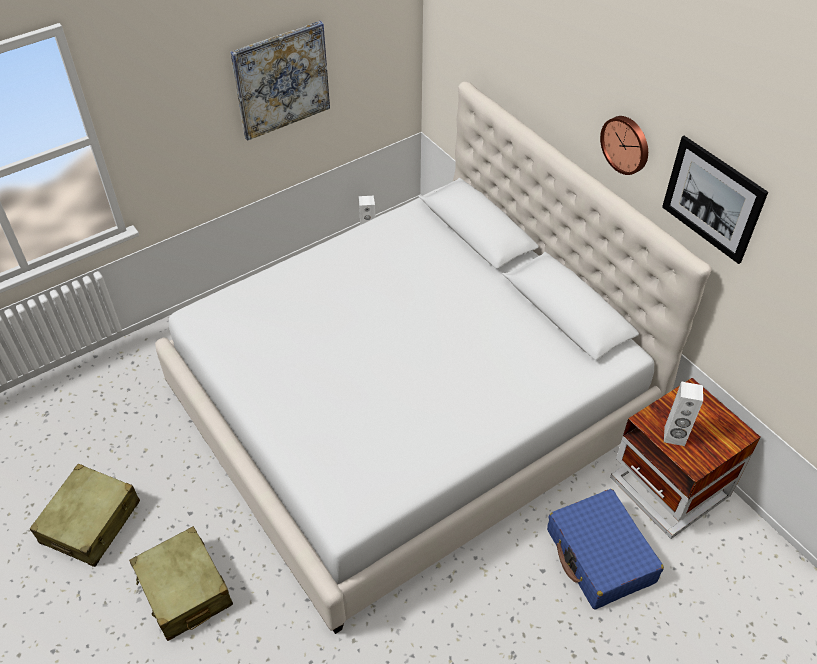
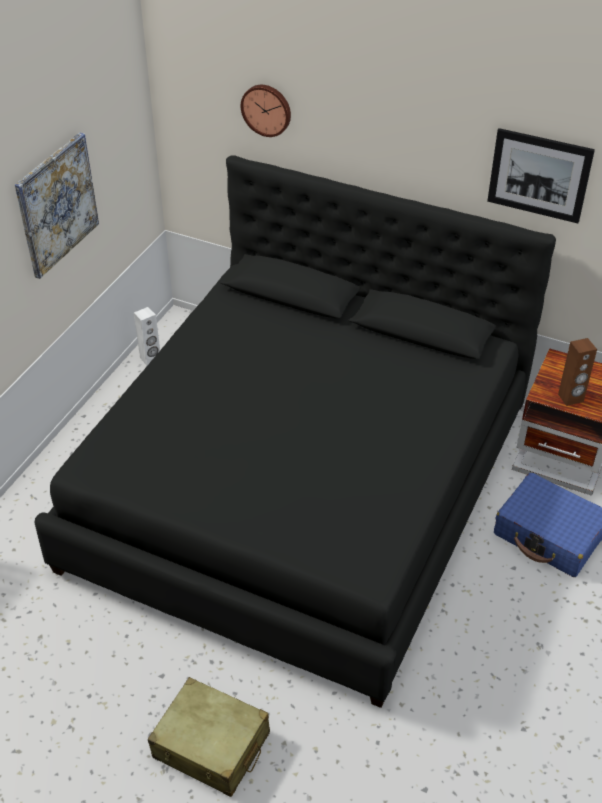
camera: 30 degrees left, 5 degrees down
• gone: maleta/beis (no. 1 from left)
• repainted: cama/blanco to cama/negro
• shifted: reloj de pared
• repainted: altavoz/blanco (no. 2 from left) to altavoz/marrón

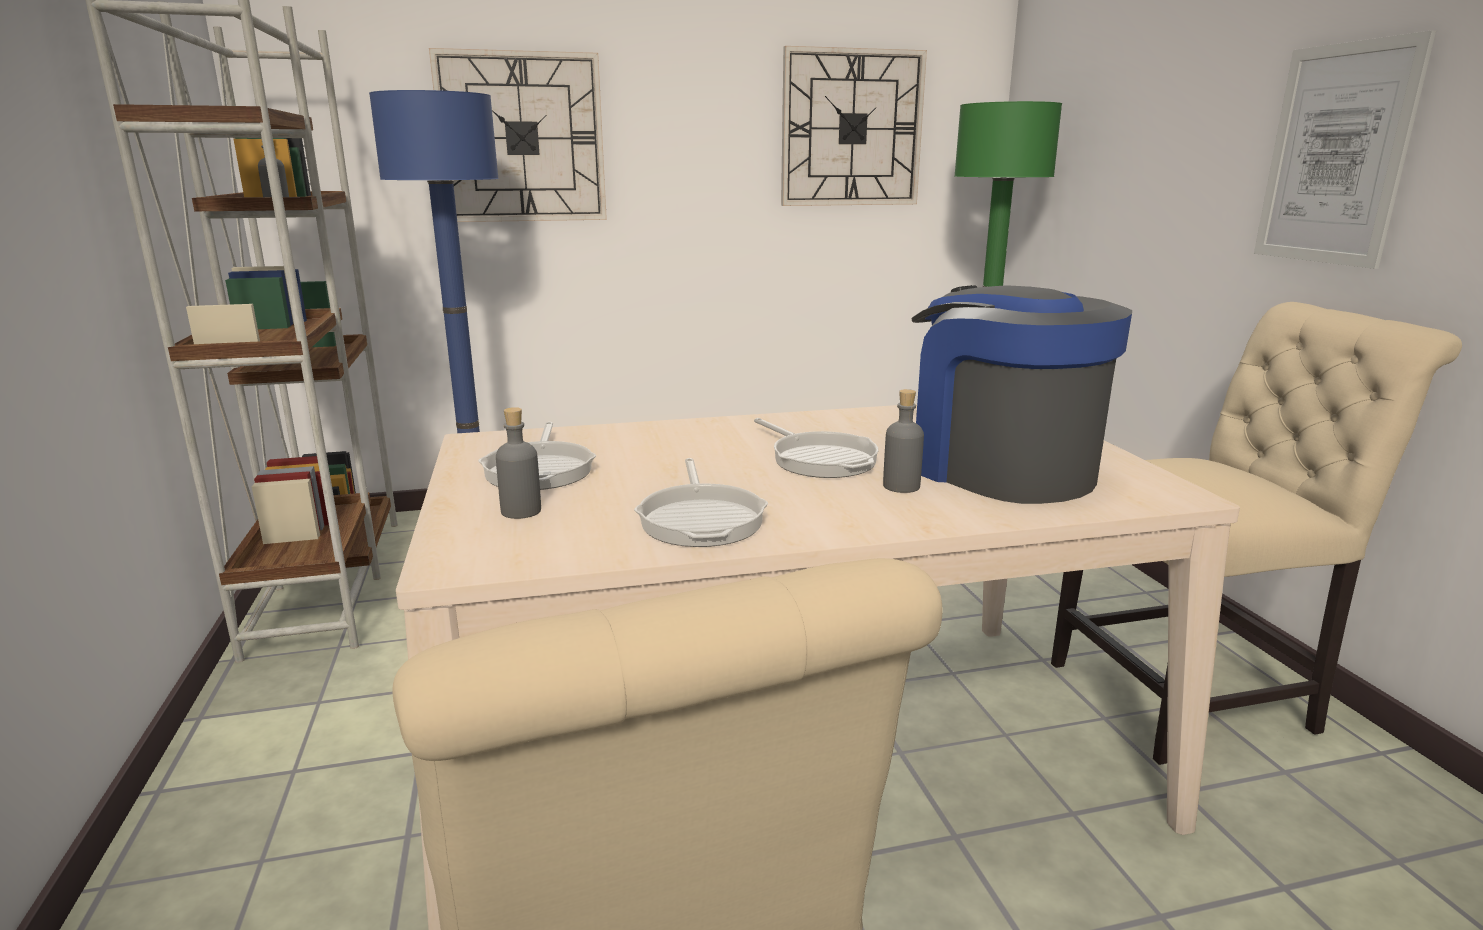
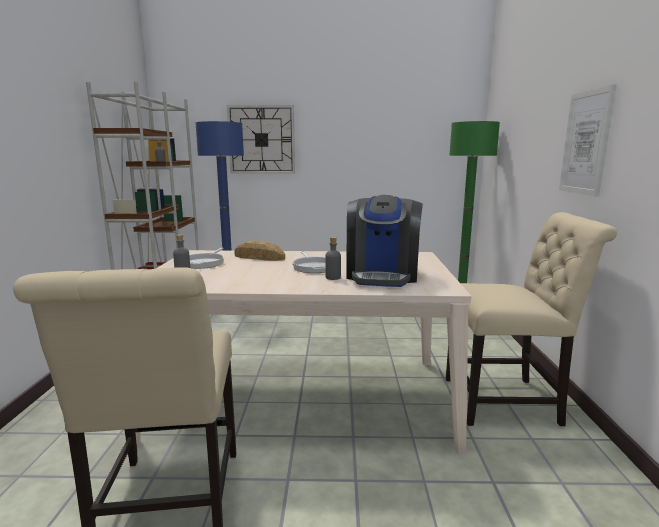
camera: 15 degrees right, 5 degrees down
• gone: sartén (no. 2 from left)
• gone: reloj de pared (no. 2 from left)
• rotated: cafetera 150 degrees counterclockwise
• new: pan

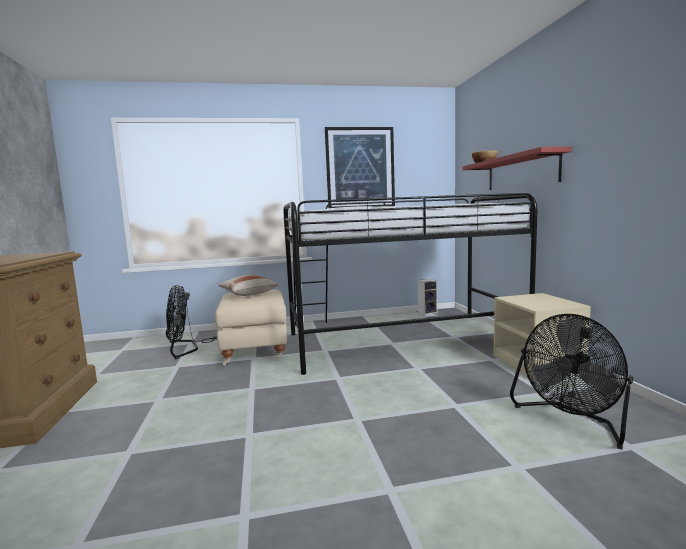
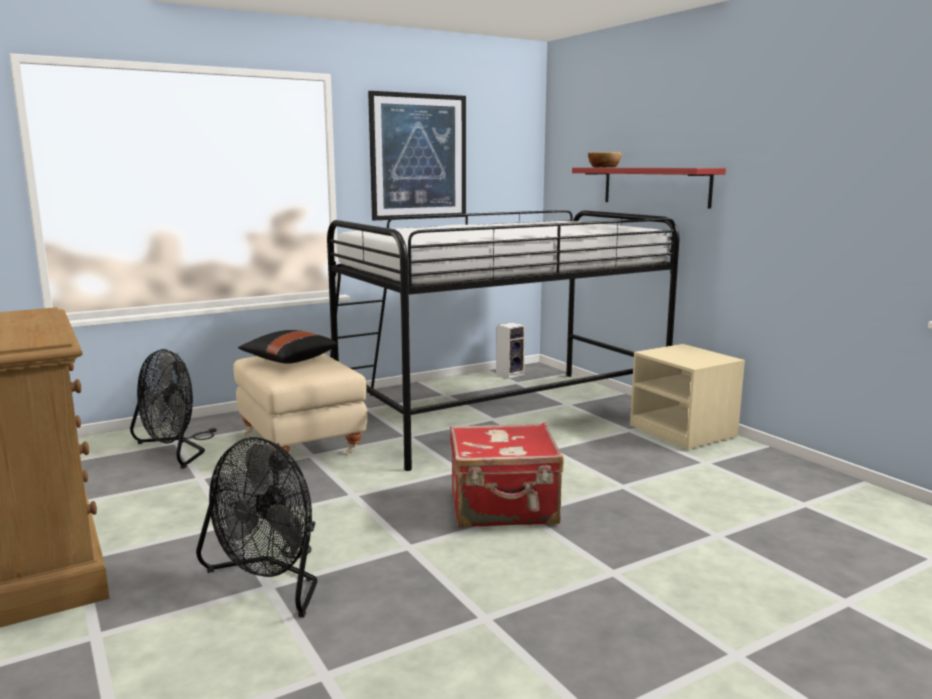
camera: 20 degrees left, 5 degrees up
• repainted: cojín/beis to cojín/negro
• shifted: ventilador/negro (no. 2 from left)
• new: maleta/rojo

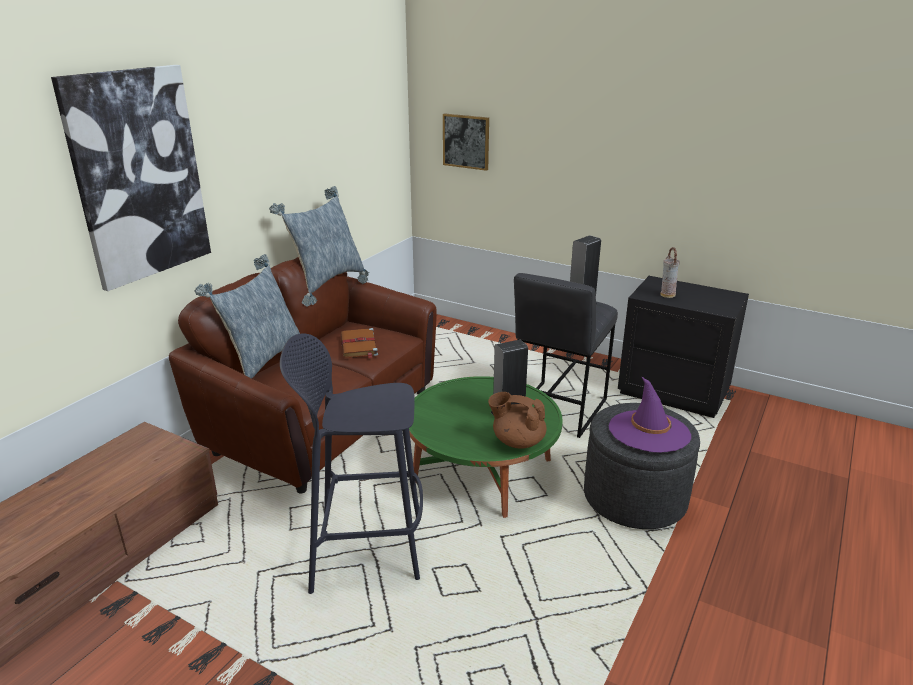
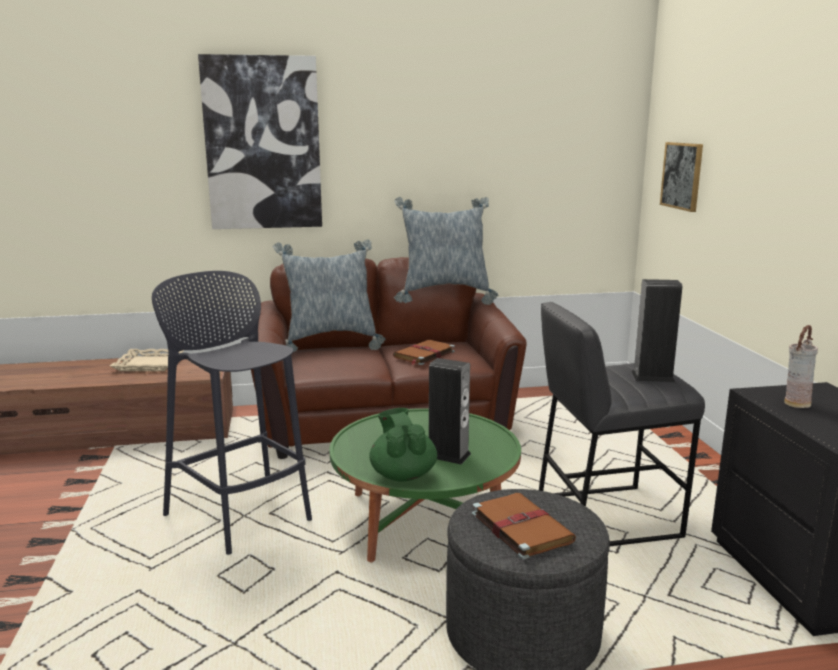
camera: 50 degrees right, 10 degrees down
• repainted: tetera/marrón to tetera/verde
• swapped: sombrero/morado to libro/marrón (no. 2 from left)
• new: bandeja/beis

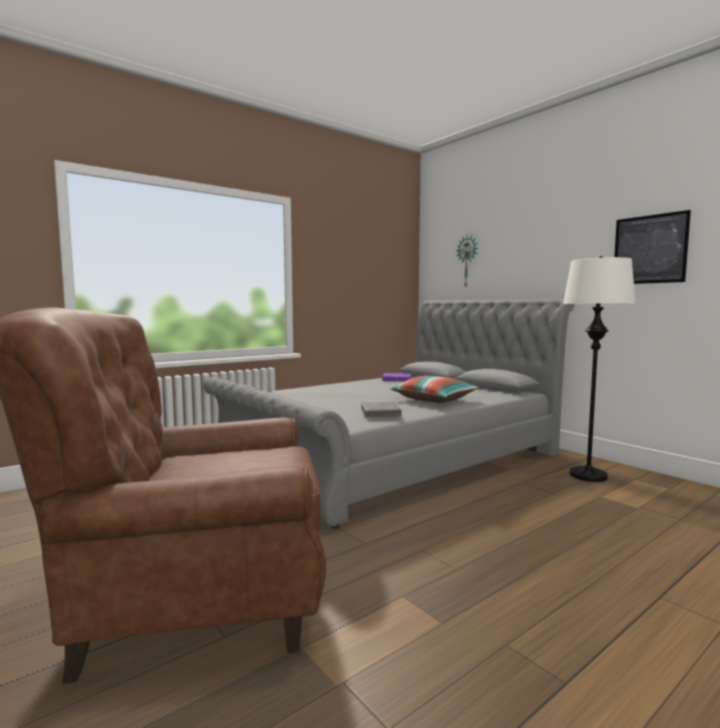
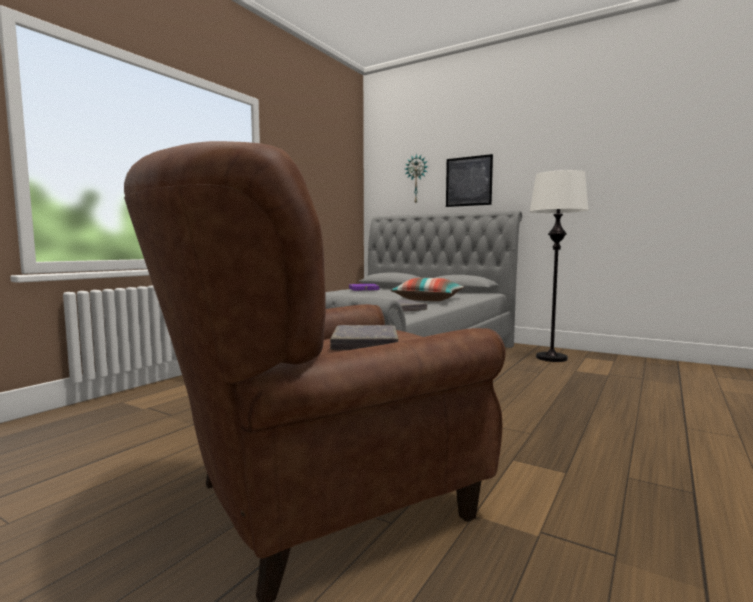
camera: 20 degrees left, 0 degrees up
• shifted: cuadro
• new: libro/gris (no. 1 from left)

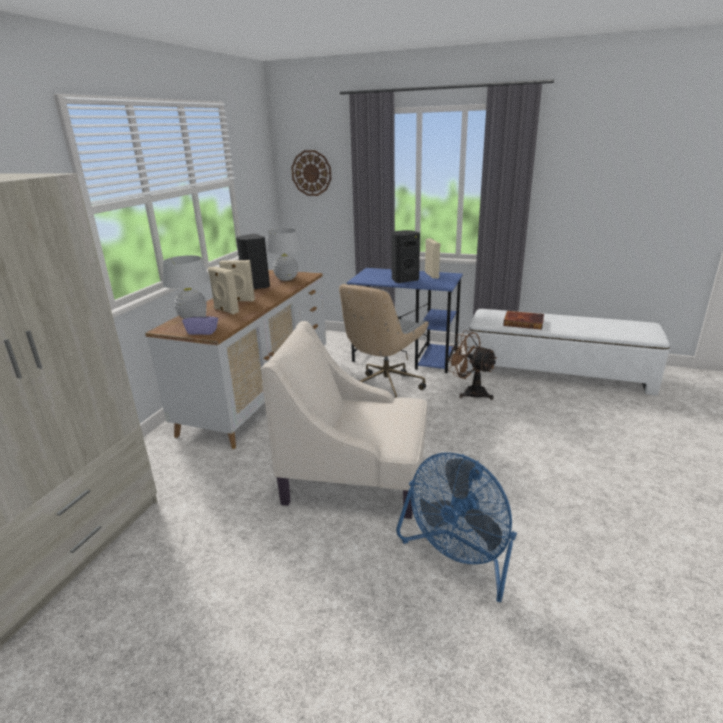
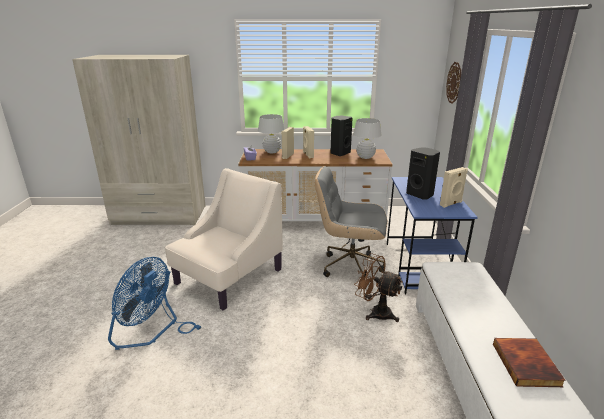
camera: 70 degrees right, 0 degrees up
• rotated: sillón/beis 45 degrees clockwise
• rotated: ventilador/marrón 75 degrees counterclockwise
• shifted: libro

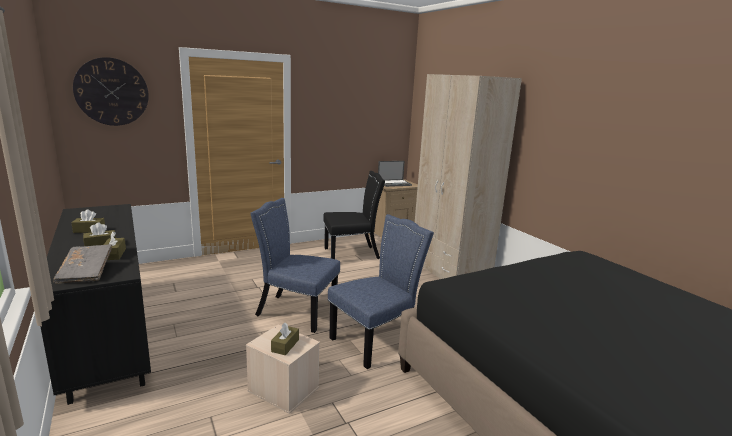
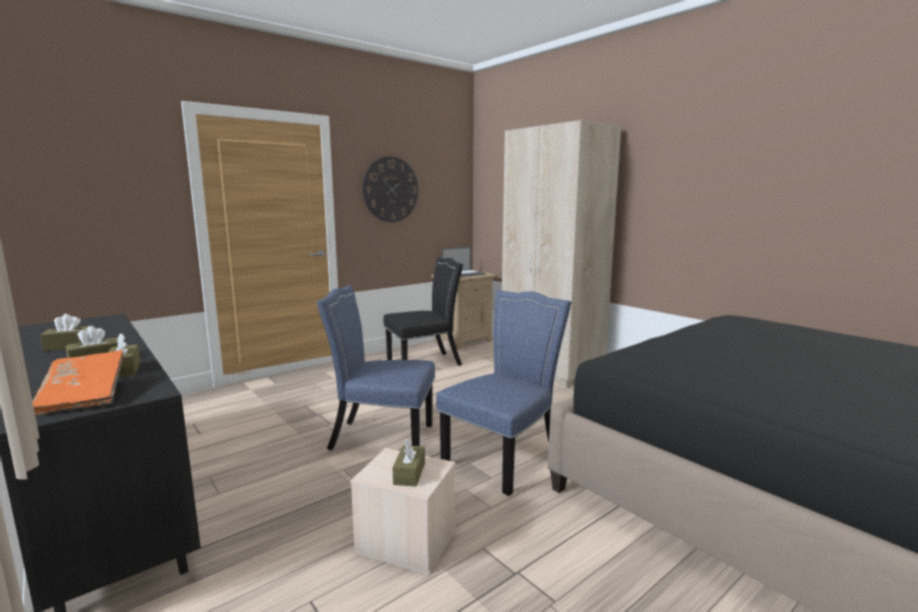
camera: 10 degrees left, 5 degrees down
• repainted: libro/gris to libro/naranja
• shifted: reloj de pared

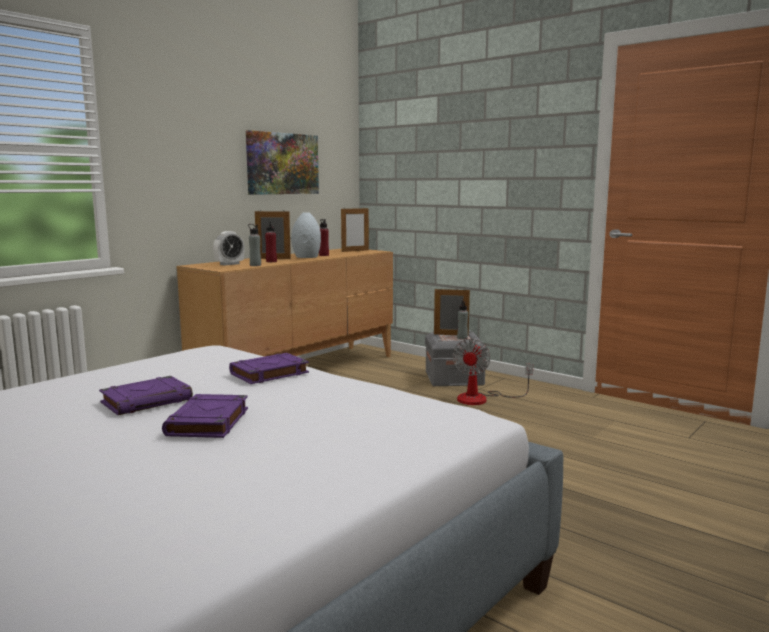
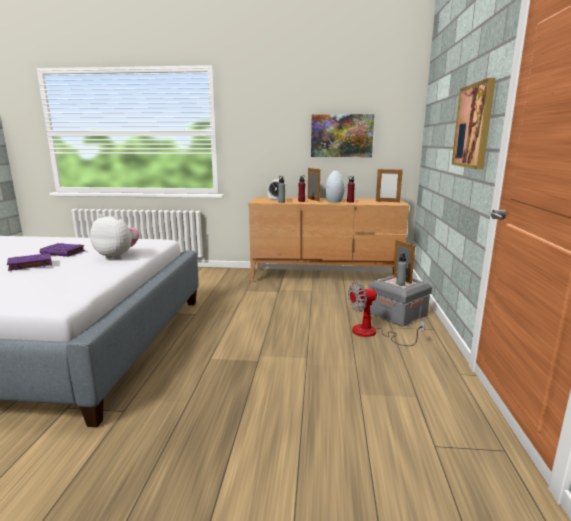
camera: 55 degrees right, 5 degrees up
• swapped: libro/morado (no. 3 from left) to peluche
• new: cuadro (no. 2 from left)

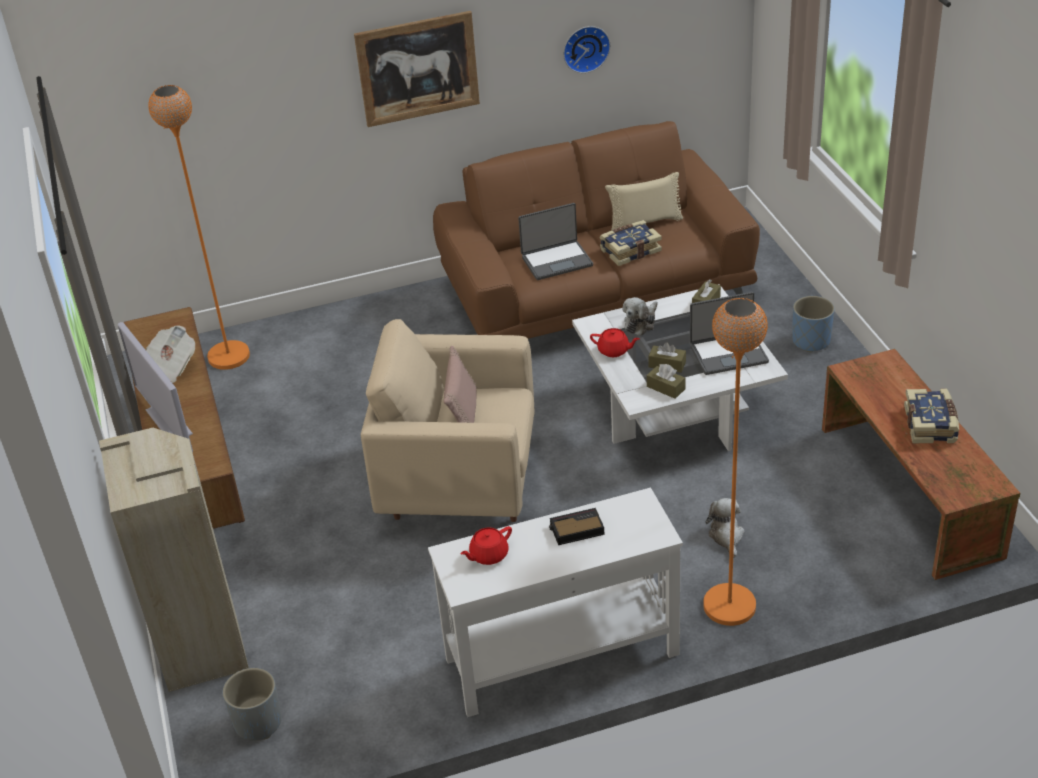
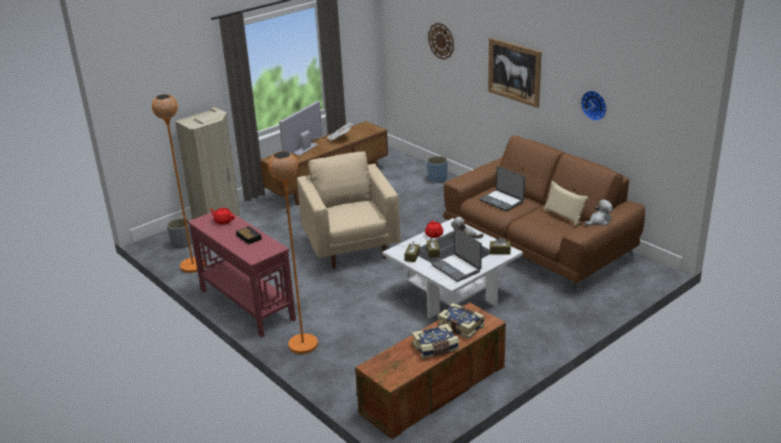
camera: 65 degrees right, 10 degrees down
• shifted: lámpara de pie/naranja (no. 1 from left)
• repainted: mesa consola/blanco to mesa consola/rojo
• gone: cojín/beis (no. 1 from left)
• shifted: libro (no. 1 from left in the first image) to libro (no. 2 from left)
• shifted: peluche (no. 2 from left)
• shifted: maceta/azul
• new: reloj de pared (no. 1 from left)

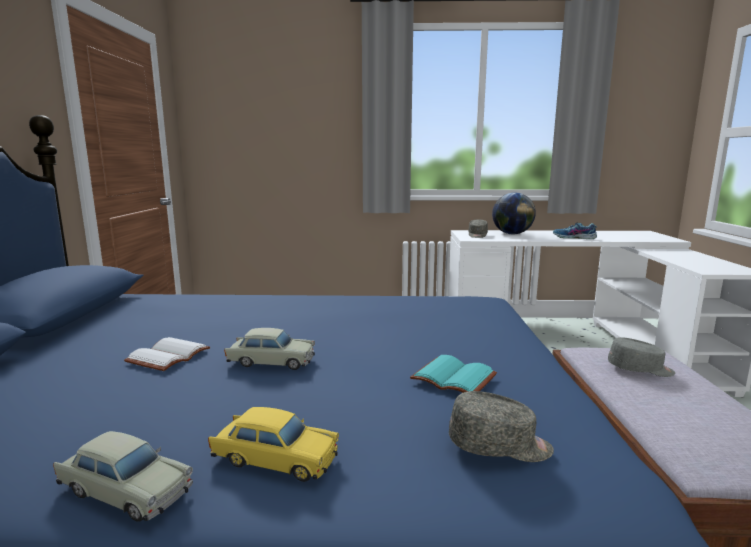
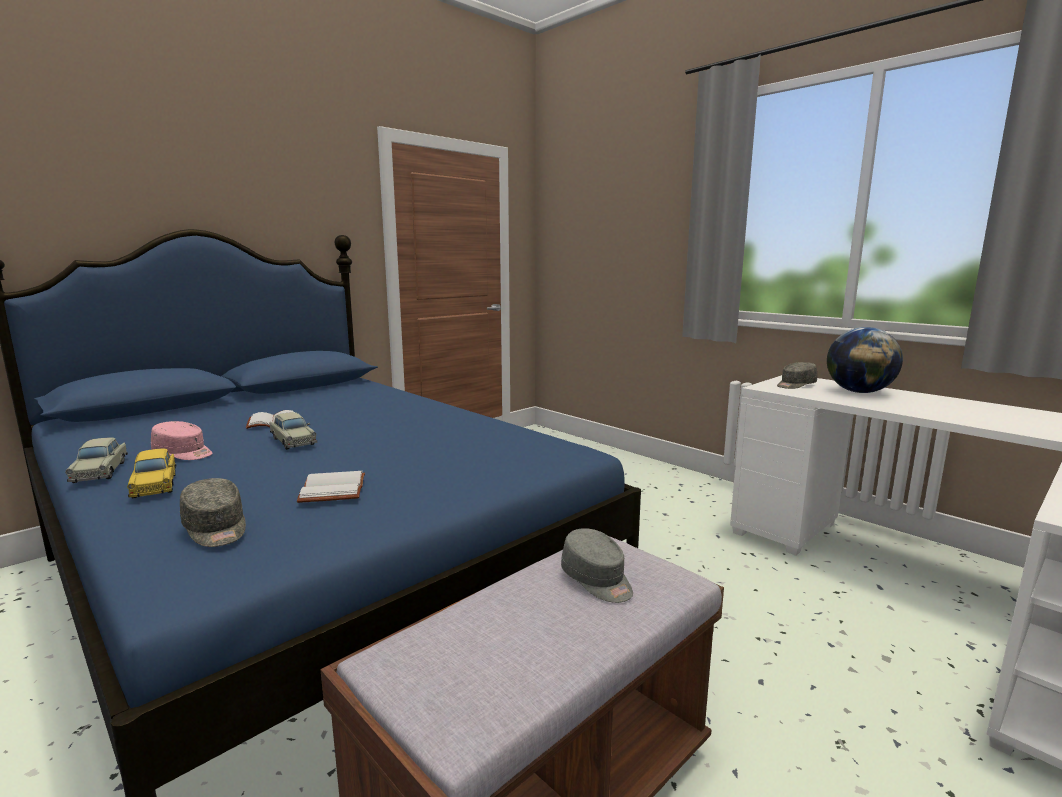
camera: 45 degrees right, 0 degrees up
• repainted: libro/turquesa to libro/blanco (no. 2 from left)
• gone: zapato
• new: gorra/rosa

